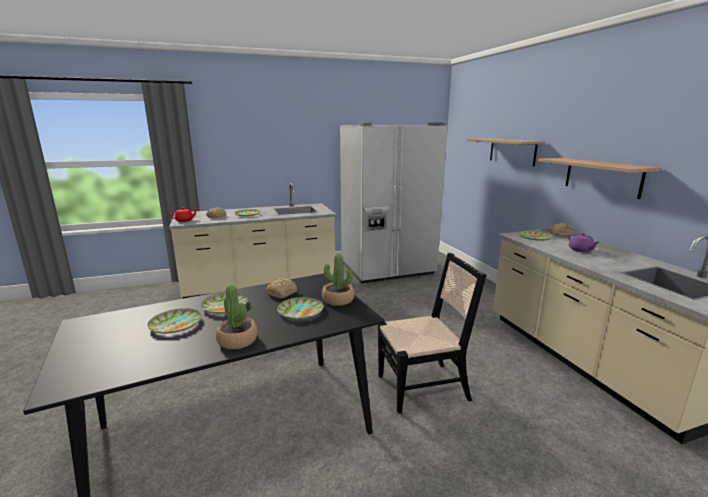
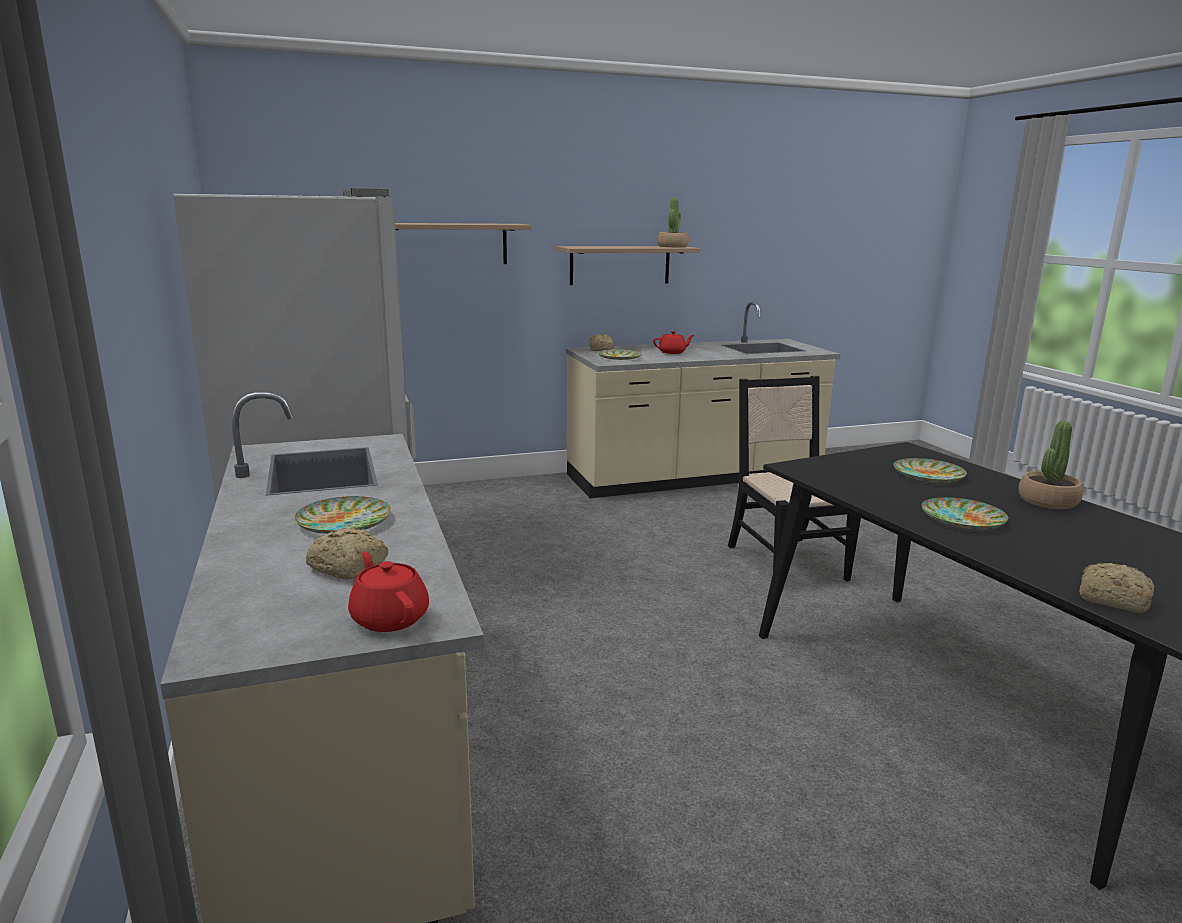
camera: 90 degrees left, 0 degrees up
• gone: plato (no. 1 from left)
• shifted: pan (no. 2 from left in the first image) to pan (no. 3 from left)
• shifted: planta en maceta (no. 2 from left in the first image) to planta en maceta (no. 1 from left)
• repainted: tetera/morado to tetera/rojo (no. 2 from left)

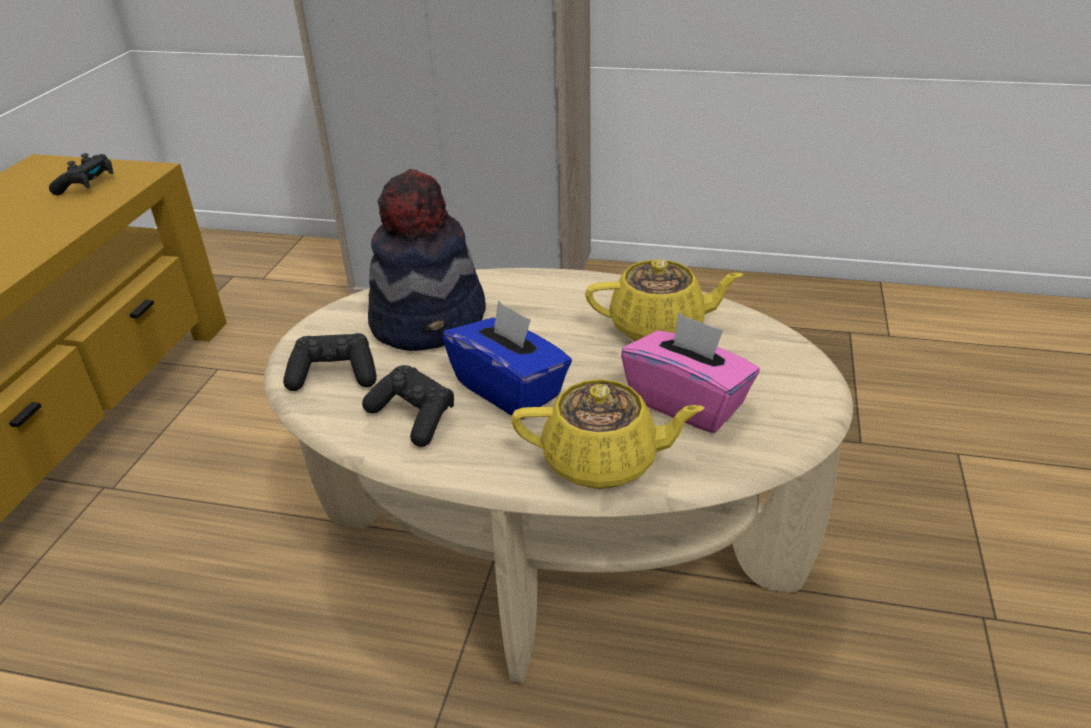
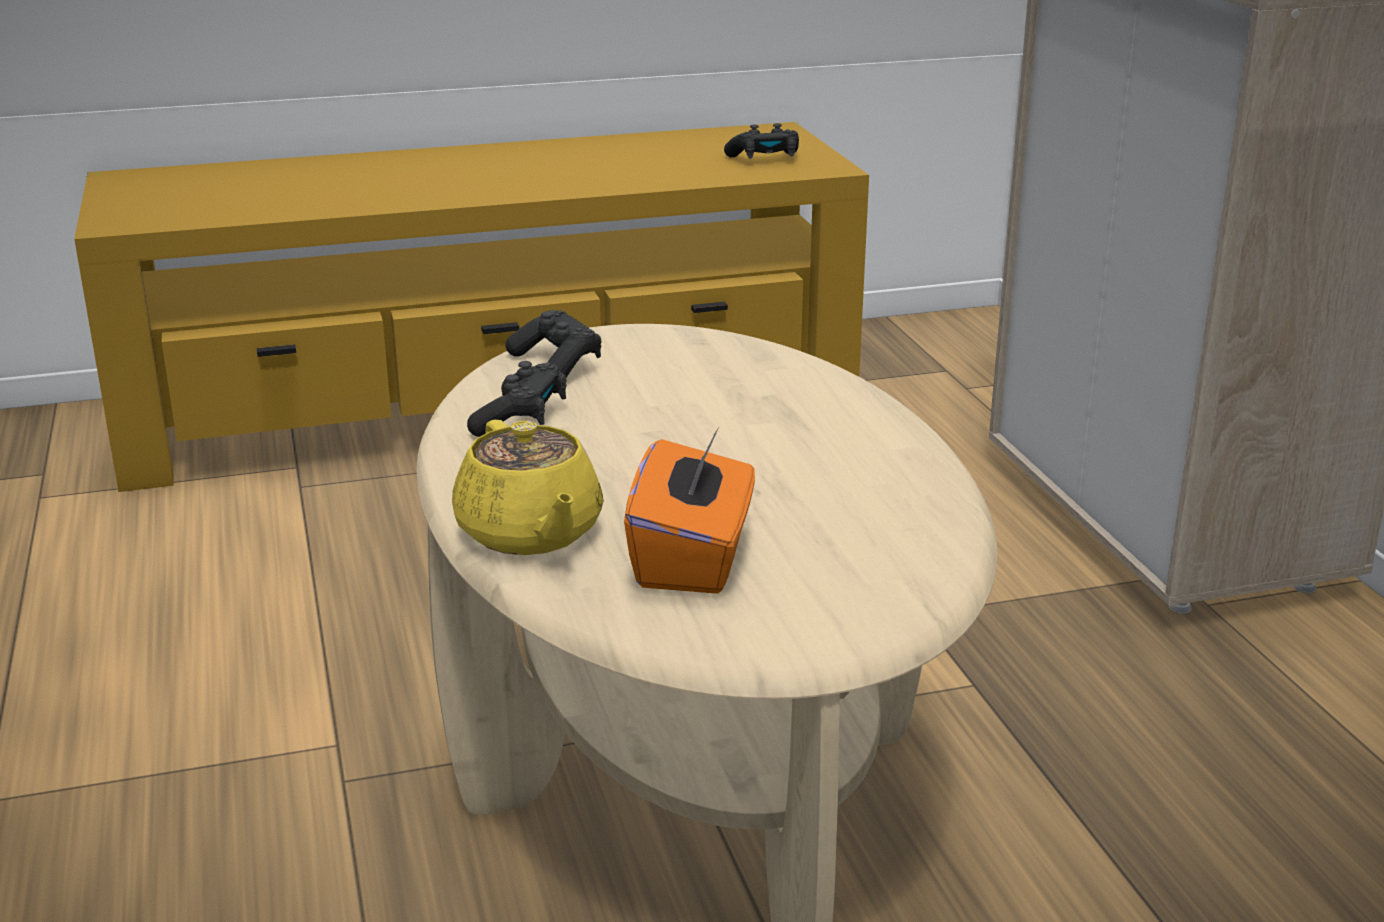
camera: 60 degrees right, 10 degrees down
• gone: sombrero
• gone: caja de pañuelos/azul
• gone: tetera/amarillo (no. 2 from left)
• repainted: caja de pañuelos/rosa to caja de pañuelos/naranja

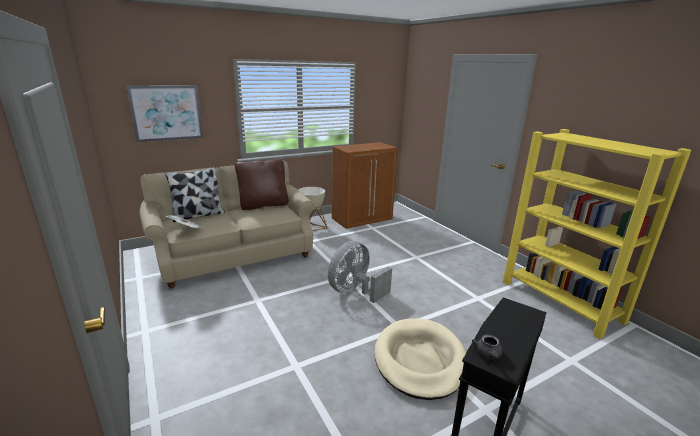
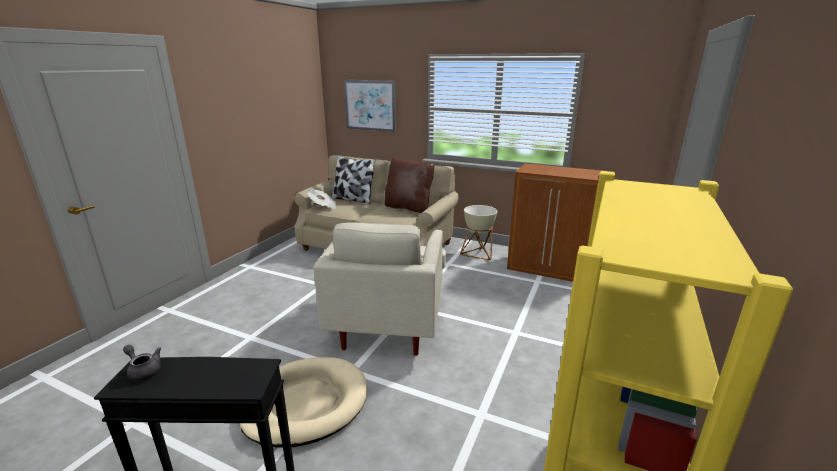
camera: 55 degrees right, 0 degrees up
• swapped: ventilador/gris to sillón/beis
• rotated: tetera/gris 60 degrees clockwise

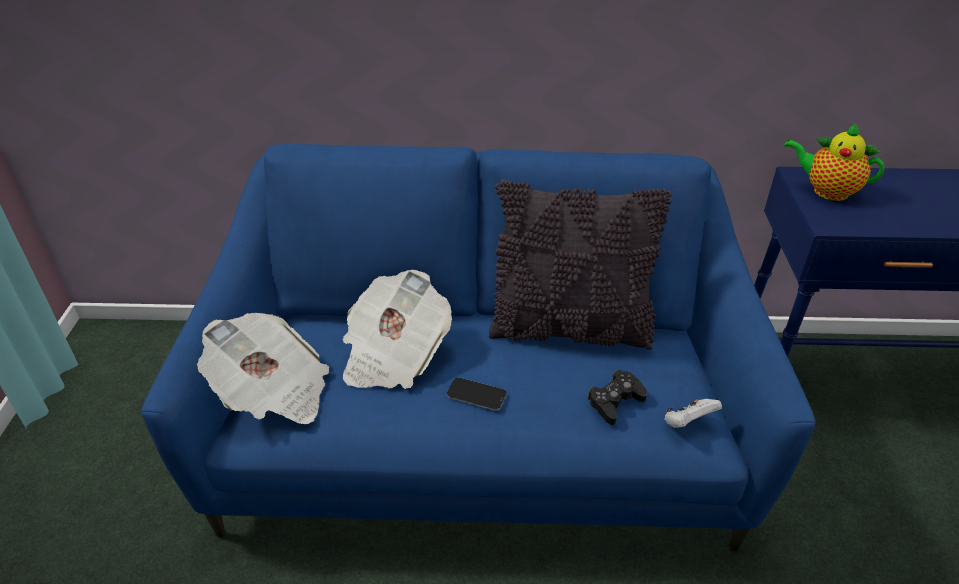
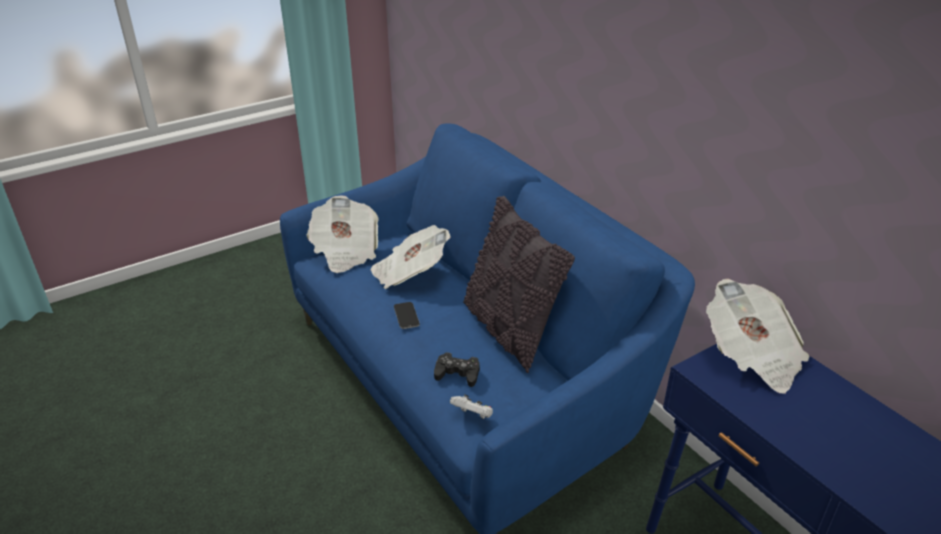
camera: 55 degrees right, 5 degrees down
• swapped: tetera to periódico (no. 3 from left)

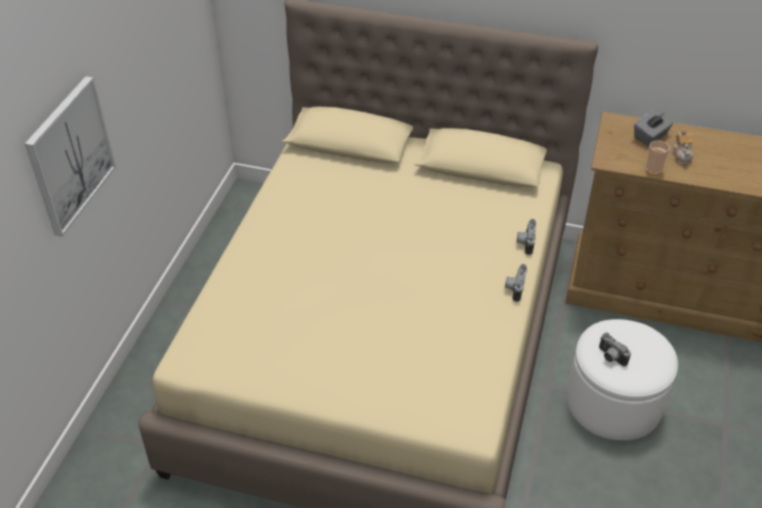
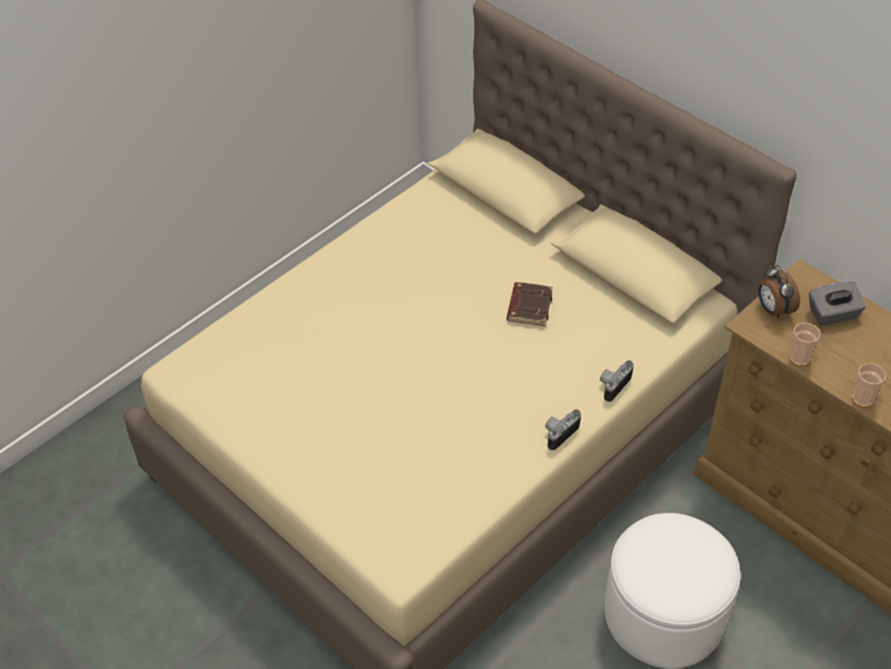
camera: 30 degrees right, 5 degrees up
• gone: cuadro
• gone: cámara (no. 3 from left)
• gone: tetera
• new: libro/marrón
• new: despertador
• new: taza (no. 2 from left)

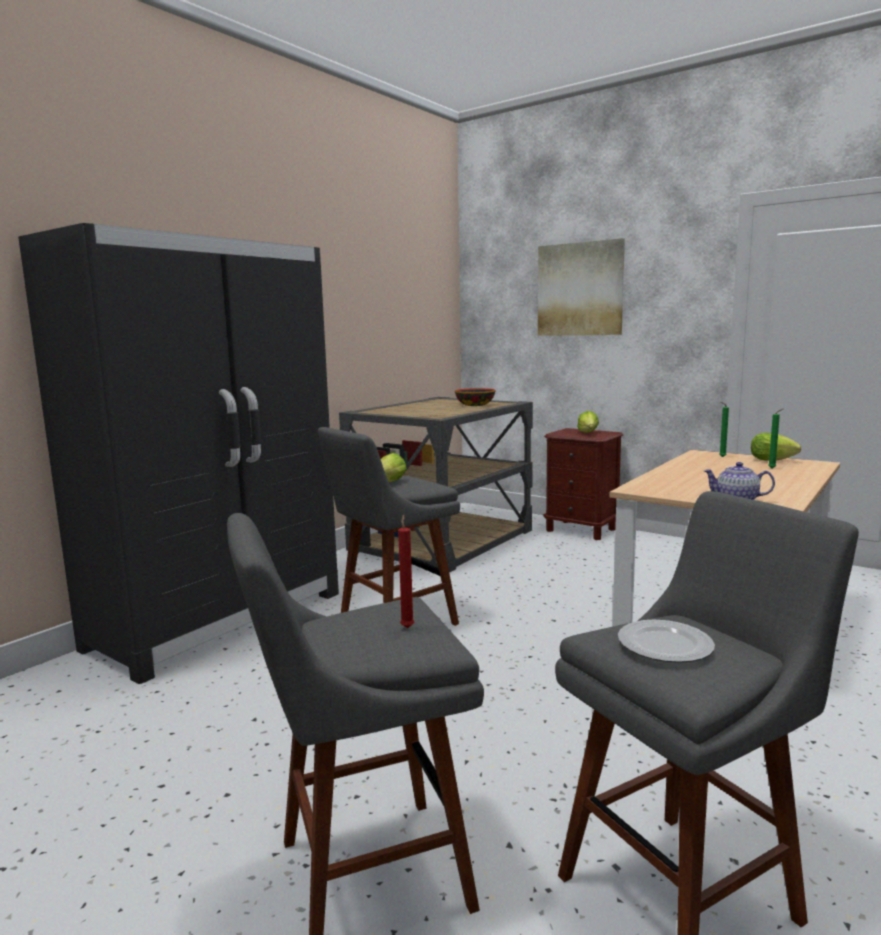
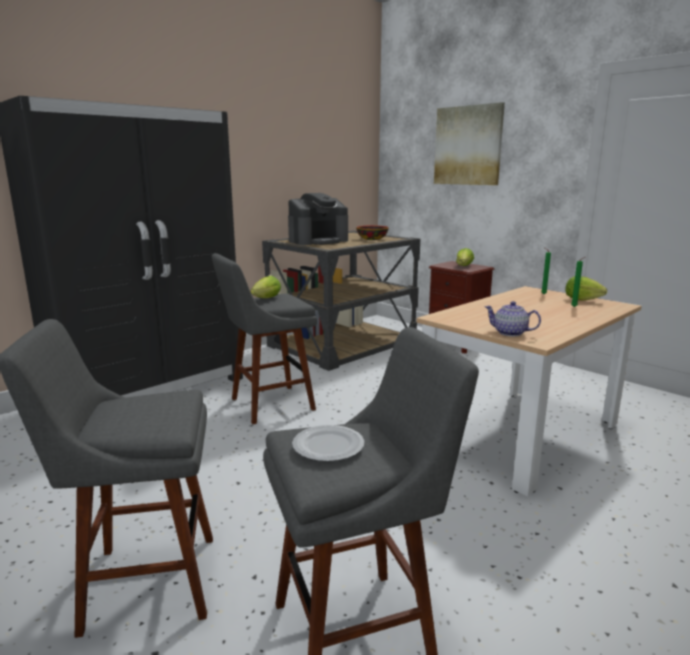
camera: 10 degrees right, 5 degrees up
• gone: vela/rojo
• new: cafetera

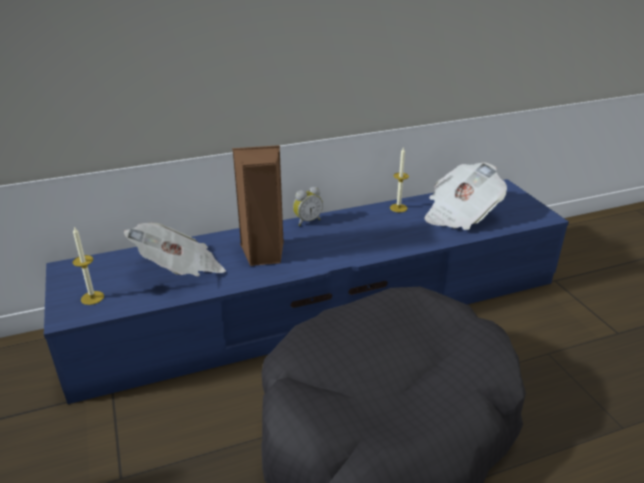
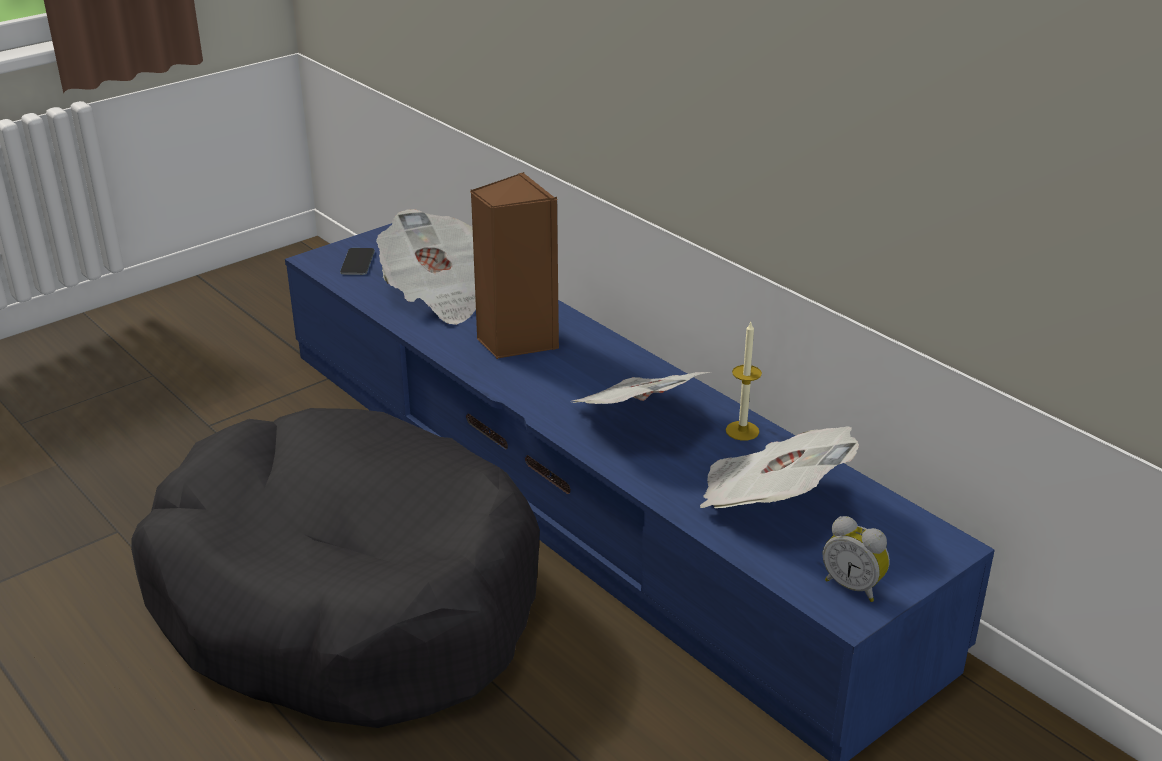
camera: 70 degrees right, 0 degrees up
• swapped: vela (no. 1 from left) to móvil
• shifted: despertador
• new: periódico (no. 2 from left)

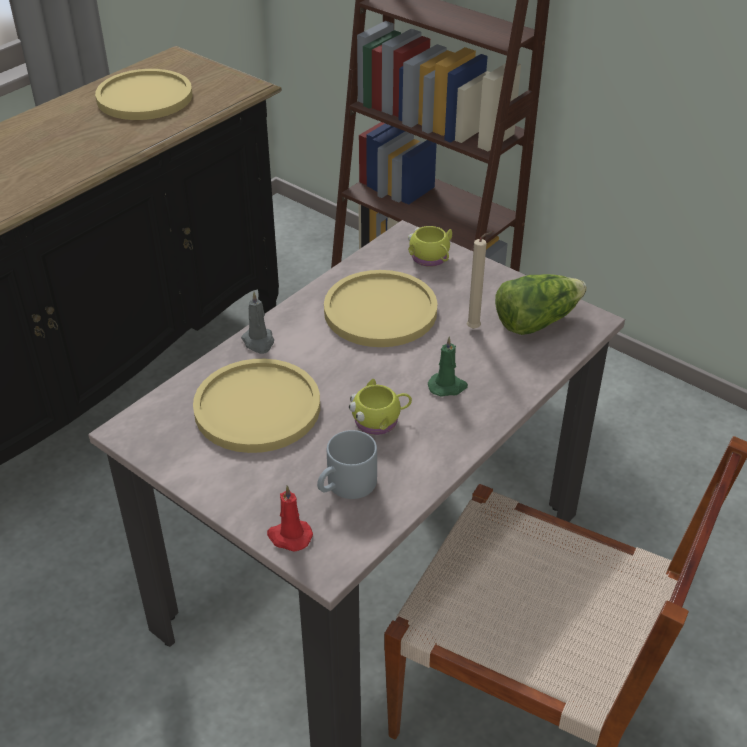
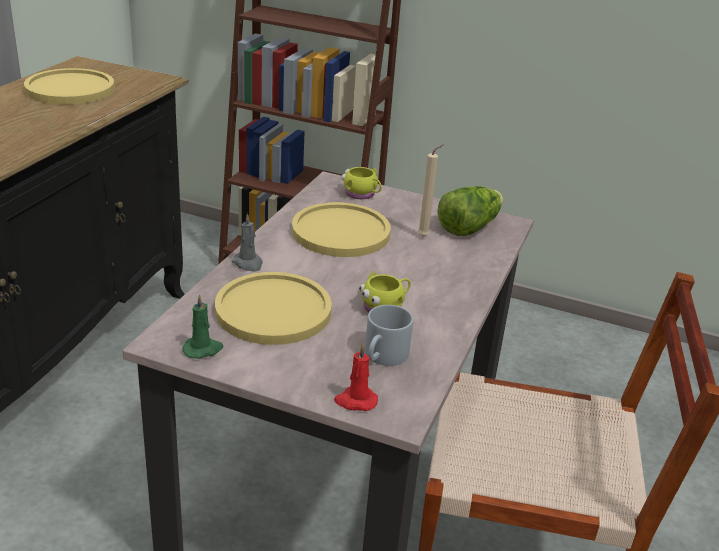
camera: 20 degrees left, 10 degrees down
• shifted: vela/verde

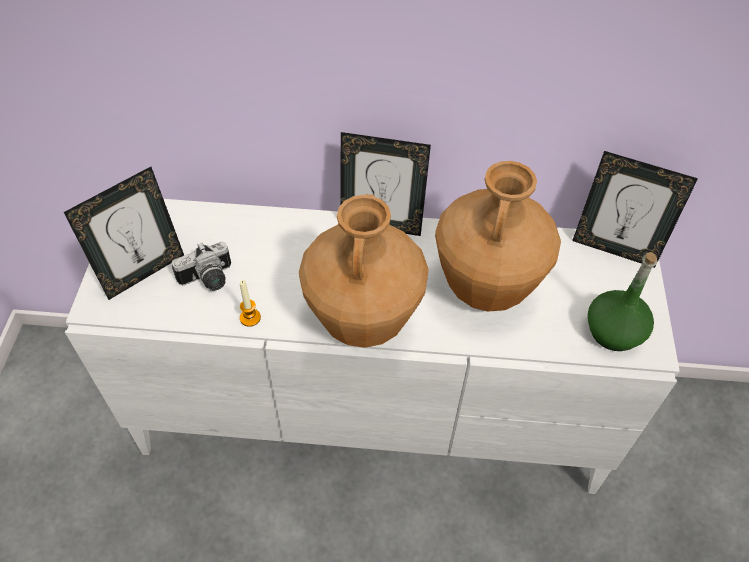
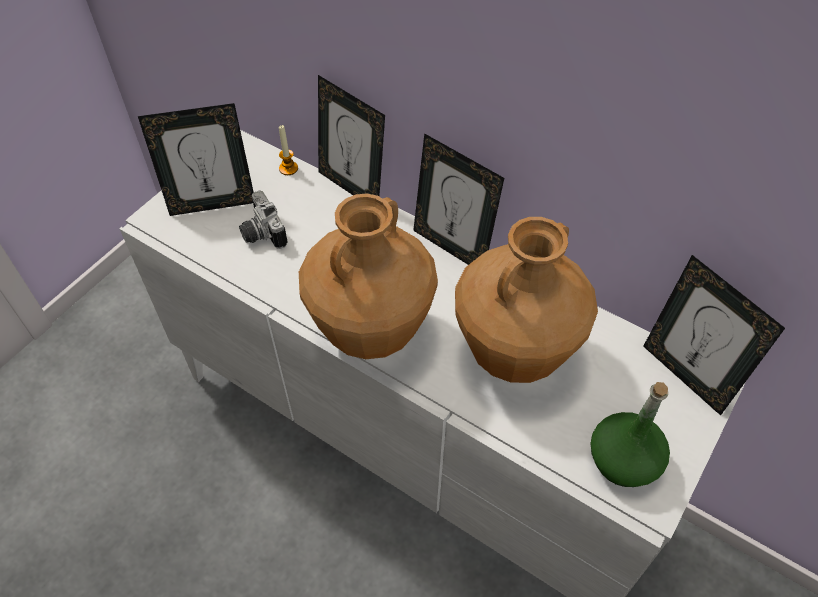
camera: 30 degrees right, 0 degrees up
• rotated: cámara 60 degrees clockwise
• shifted: vela
• new: portarretratos (no. 2 from left)

